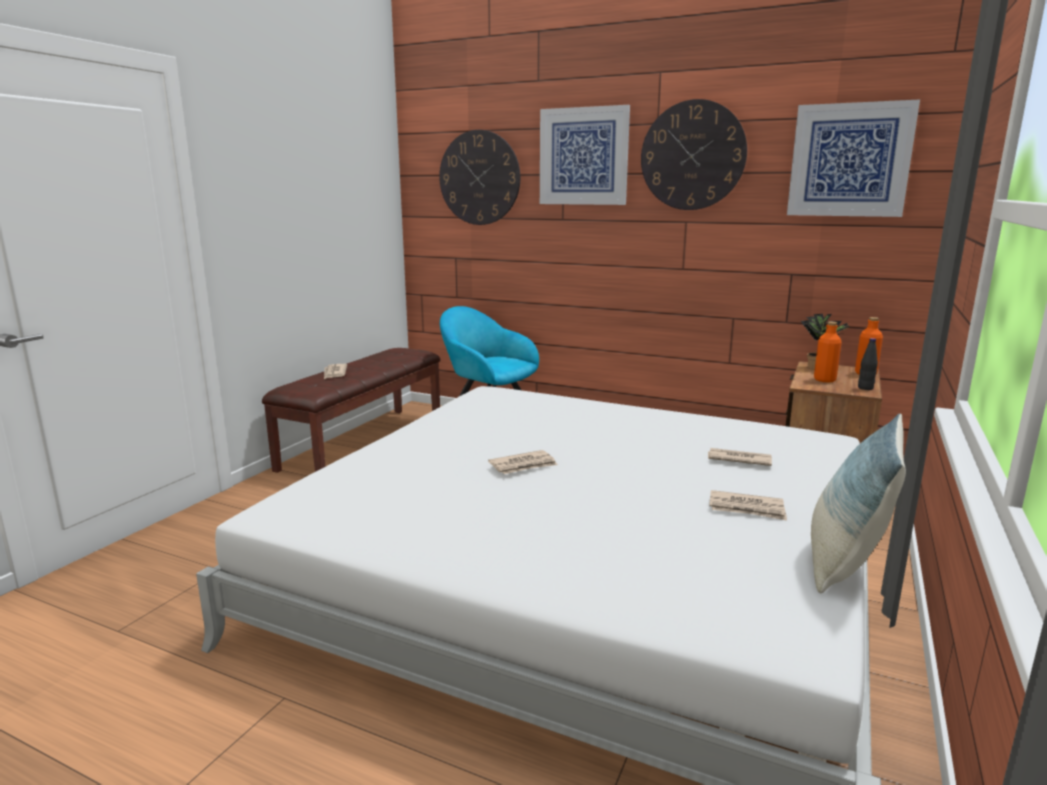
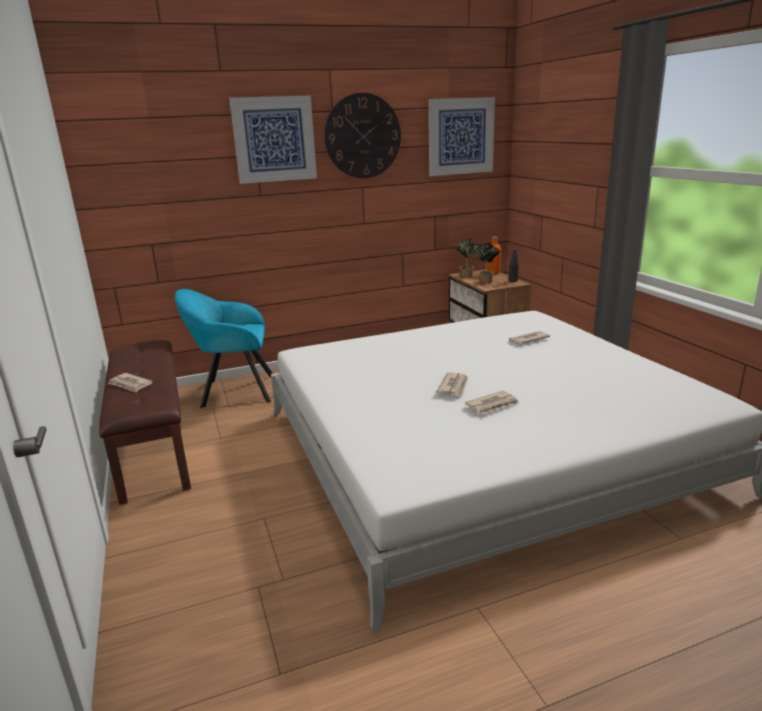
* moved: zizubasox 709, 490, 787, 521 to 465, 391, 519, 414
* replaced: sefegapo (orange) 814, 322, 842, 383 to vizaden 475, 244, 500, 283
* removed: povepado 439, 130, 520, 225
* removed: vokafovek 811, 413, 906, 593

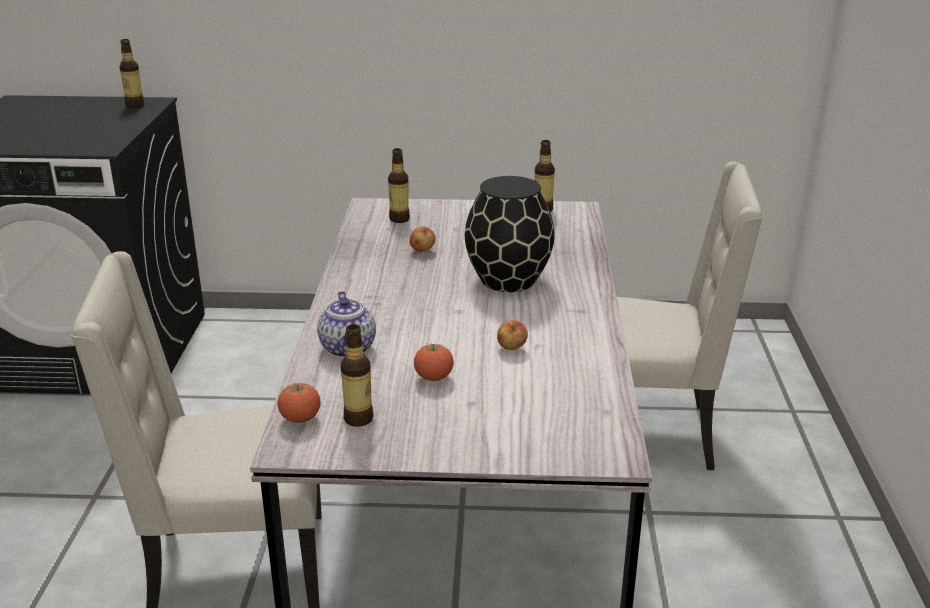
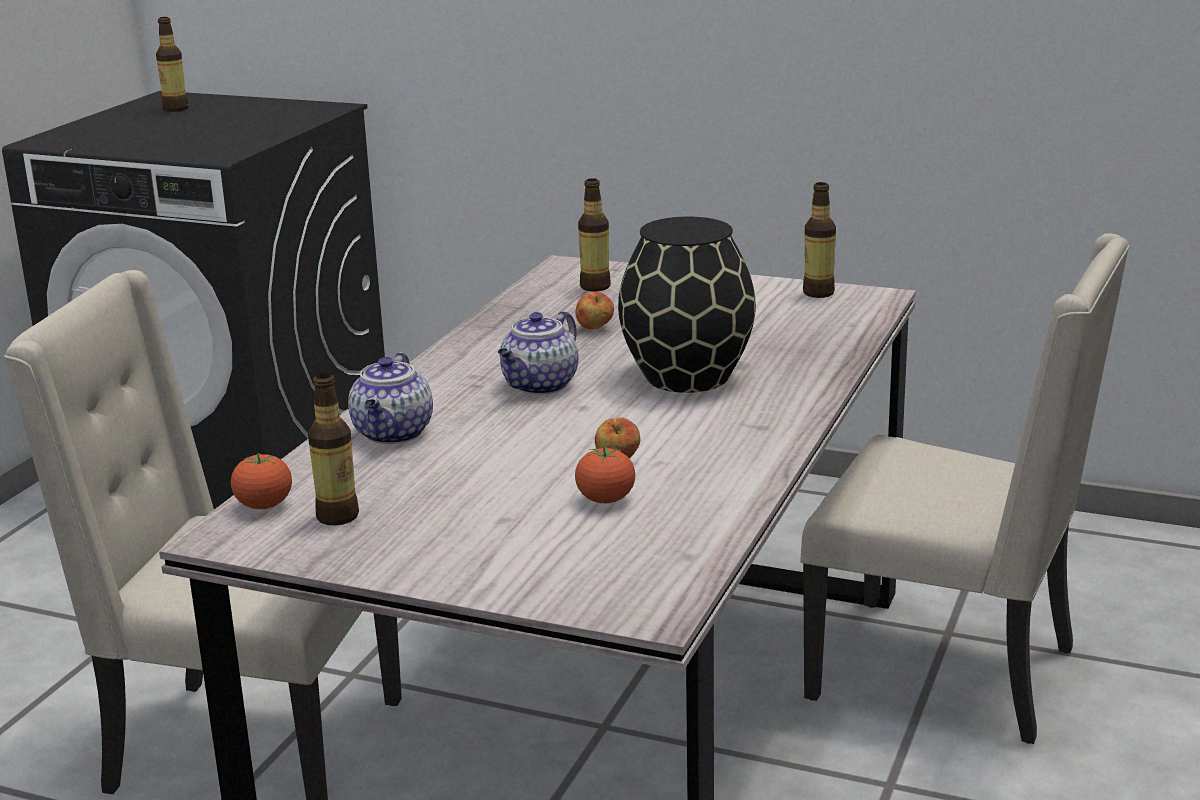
* moved: sefegapo 119, 39, 144, 108 to 156, 17, 189, 112
* added: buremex 498, 311, 579, 395
* moved: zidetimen 414, 343, 454, 381 to 575, 447, 635, 503

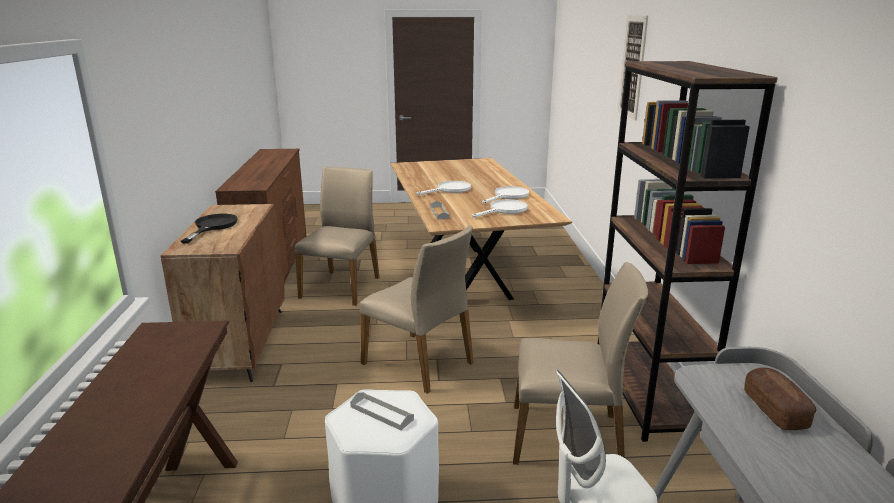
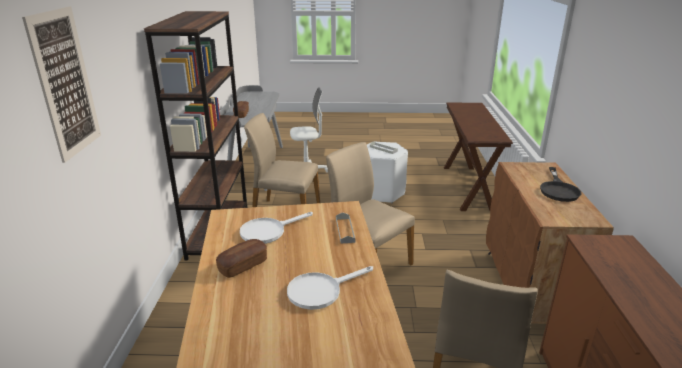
* replaced: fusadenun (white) 482, 186, 529, 204 to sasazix 216, 239, 267, 278

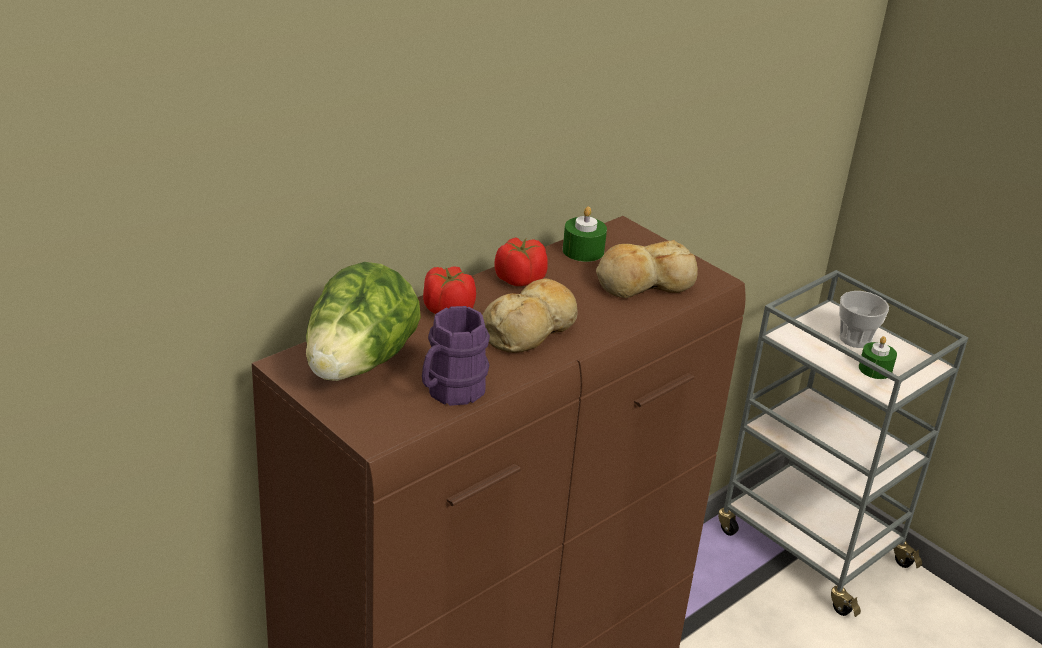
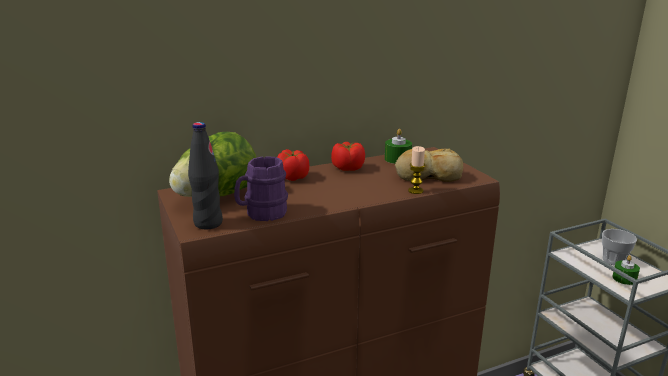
* added: sefegapo (black) 188, 122, 223, 229
* added: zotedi 408, 146, 425, 194
* removed: sasazix 483, 279, 578, 353

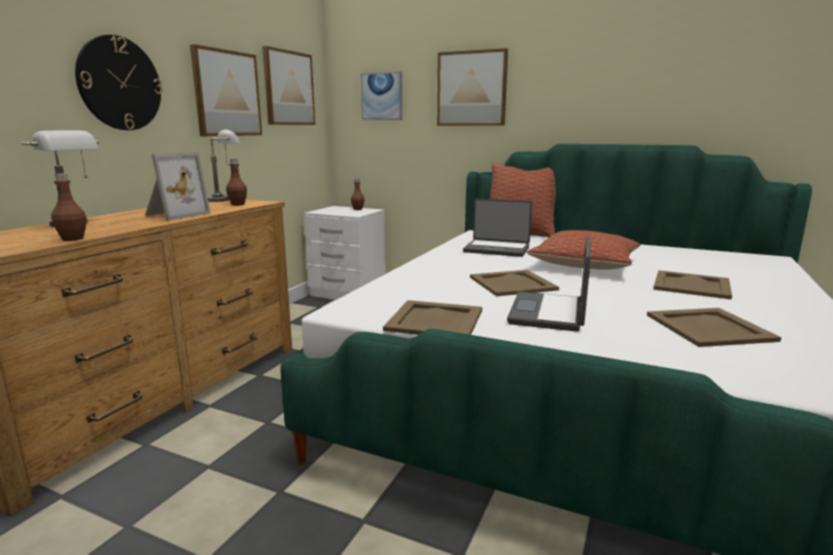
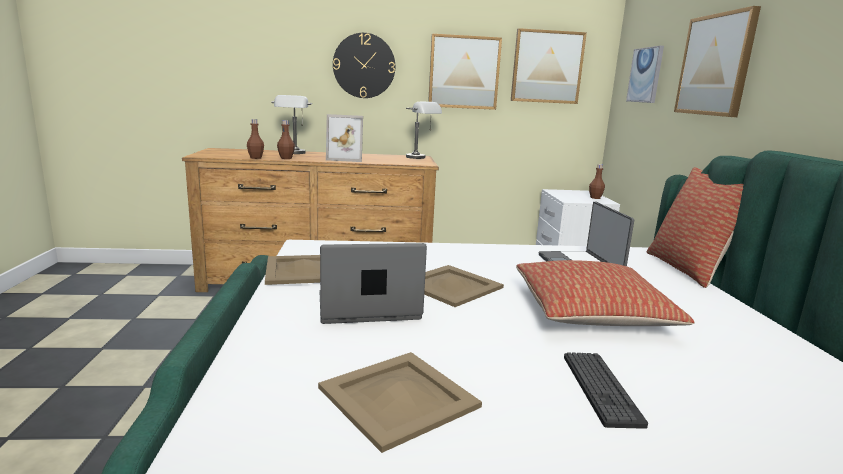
* moved: sefegapo (brown) 226, 159, 247, 206 to 277, 120, 295, 159
* replaced: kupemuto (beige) 653, 270, 732, 300 to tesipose 564, 352, 648, 429

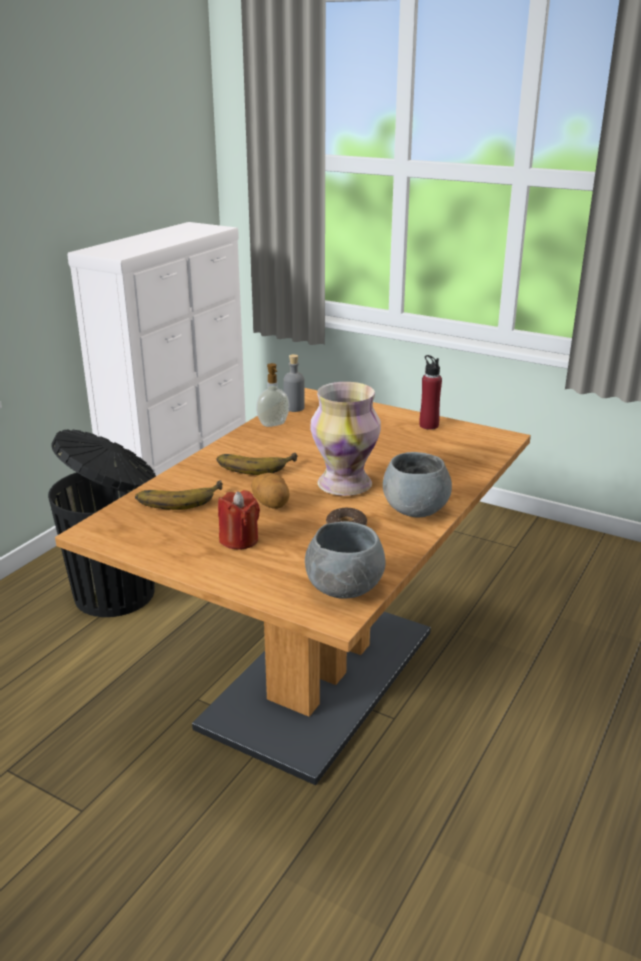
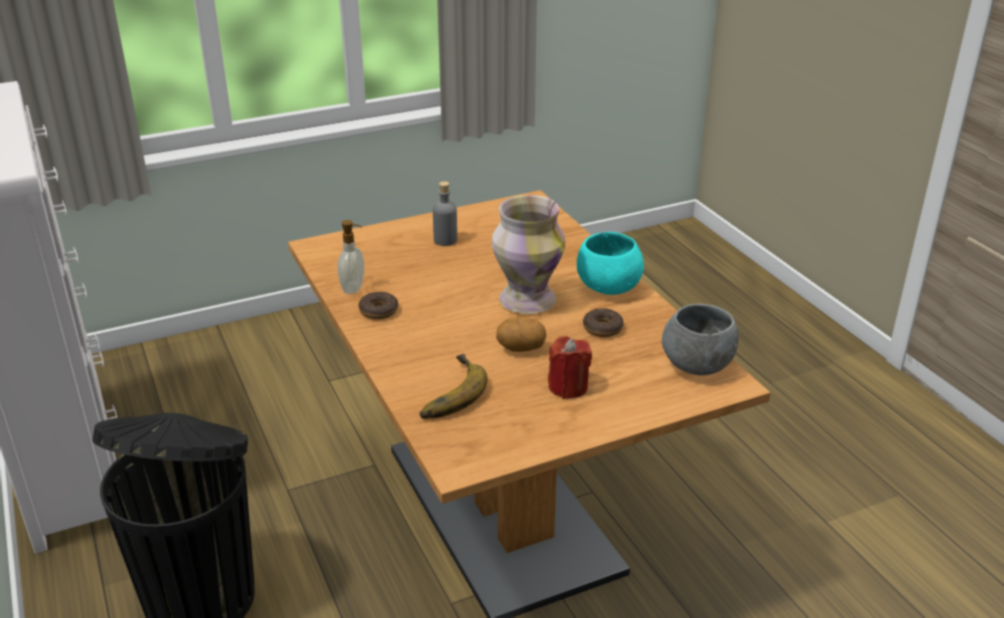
* added: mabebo 359, 292, 398, 319
* moved: sefegapo (grey) 284, 354, 305, 412 to 433, 181, 457, 246
* recoloured: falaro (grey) 383, 452, 452, 517 to falaro (turquoise) 577, 232, 644, 295
* removed: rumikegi 216, 453, 298, 475
* removed: sefegapo (red) 419, 355, 442, 430

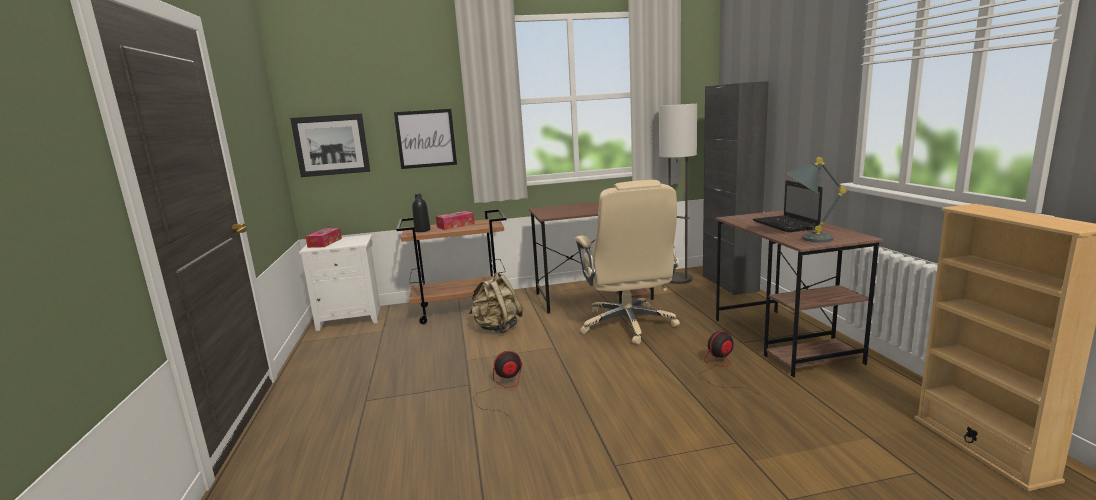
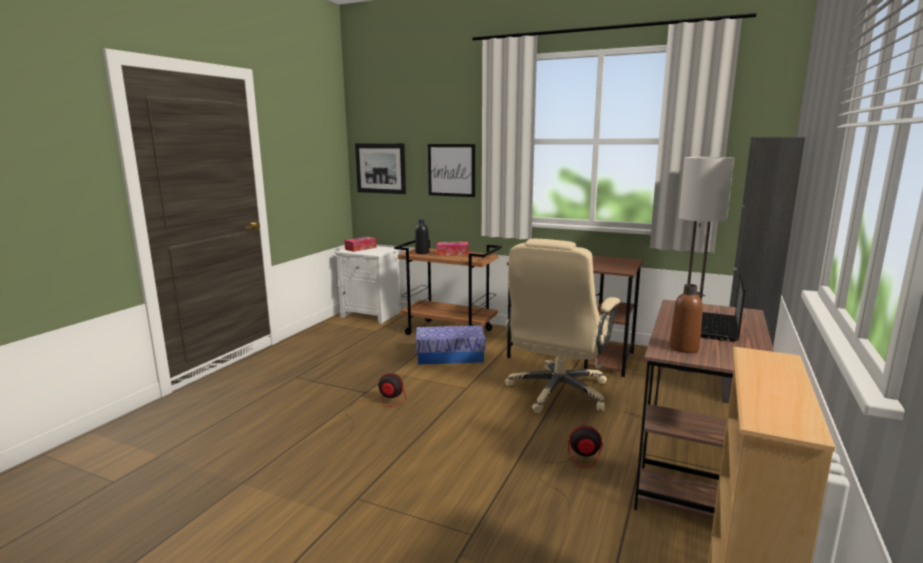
* replaced: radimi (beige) 469, 272, 523, 334 to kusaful 416, 325, 486, 365
* replaced: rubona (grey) 786, 157, 847, 243 to sefegapo (brown) 669, 284, 703, 353

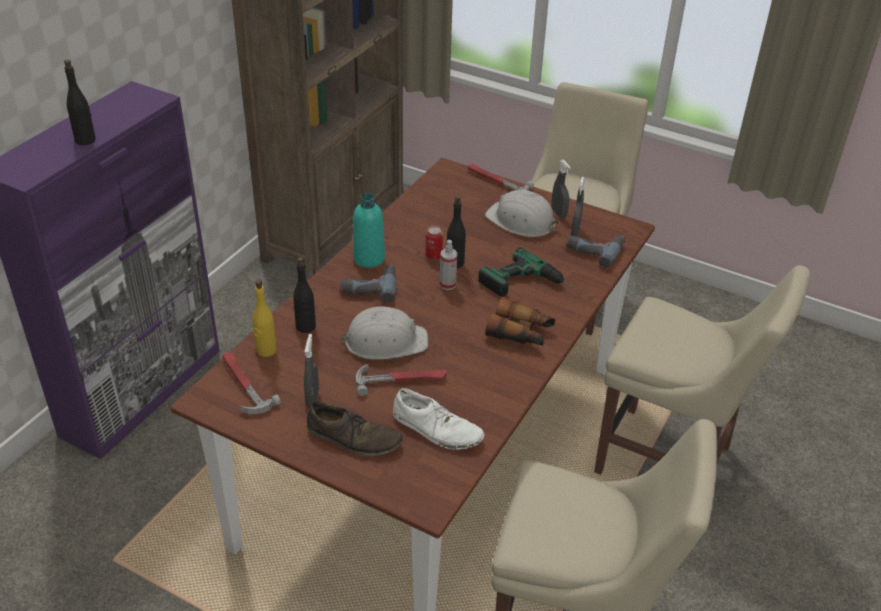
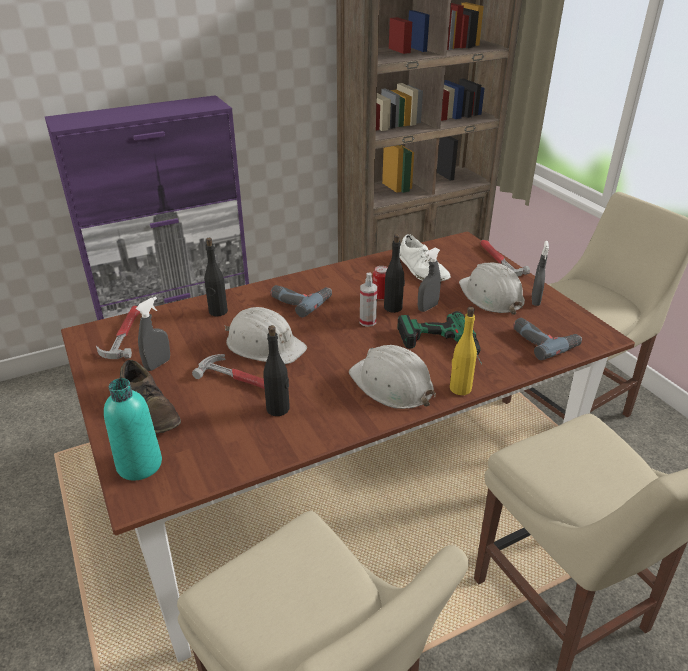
* moved: sefegapo (turquoise) 353, 193, 385, 268 to 104, 378, 162, 480
* moved: sefegapo (black) 64, 60, 96, 145 to 263, 325, 290, 416
* replaced: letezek 485, 297, 555, 346 to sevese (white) 349, 345, 436, 409
* moved: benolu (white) 393, 388, 484, 450 to 400, 234, 451, 281
* moved: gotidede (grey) 571, 177, 585, 236 to 418, 247, 441, 312
* moved: sefegapo (yellow) 252, 280, 277, 357 to 450, 307, 477, 395

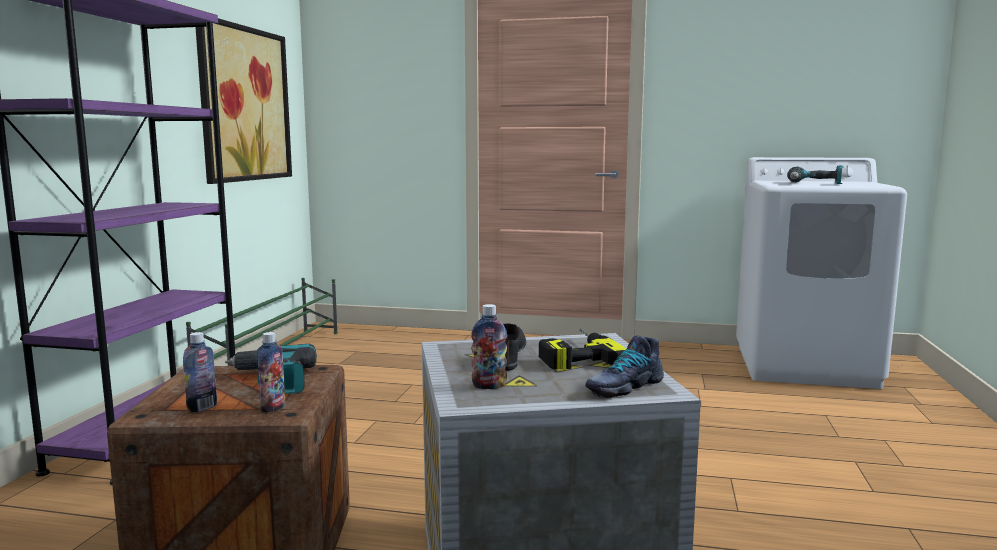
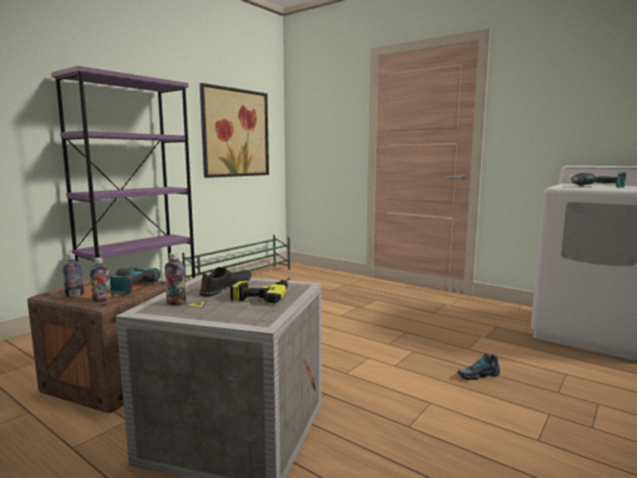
* moved: benolu 585, 335, 664, 398 to 457, 353, 500, 380

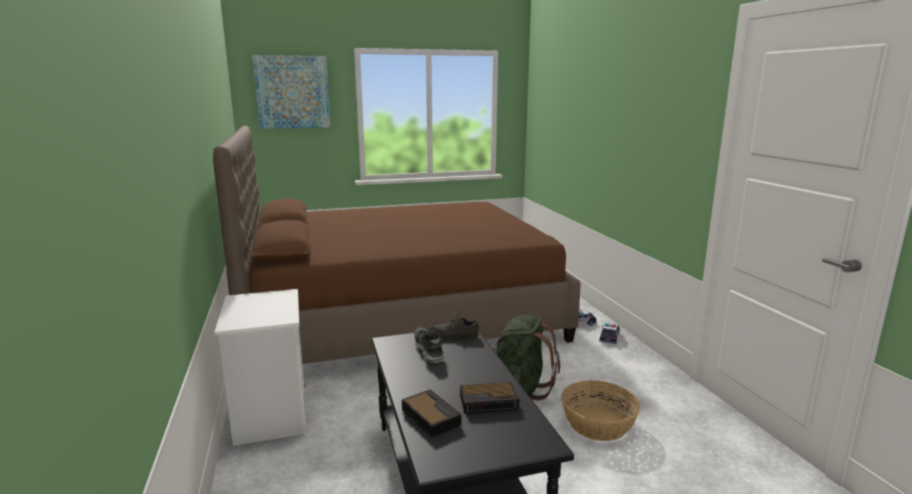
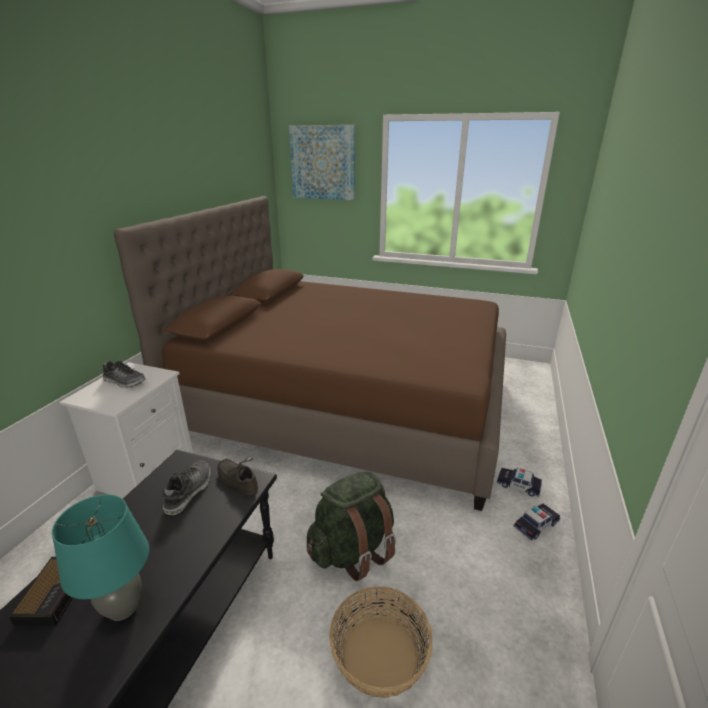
* replaced: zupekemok 460, 382, 520, 414 to rubona (turquoise) 52, 494, 149, 621
* added: benolu 103, 361, 146, 388

